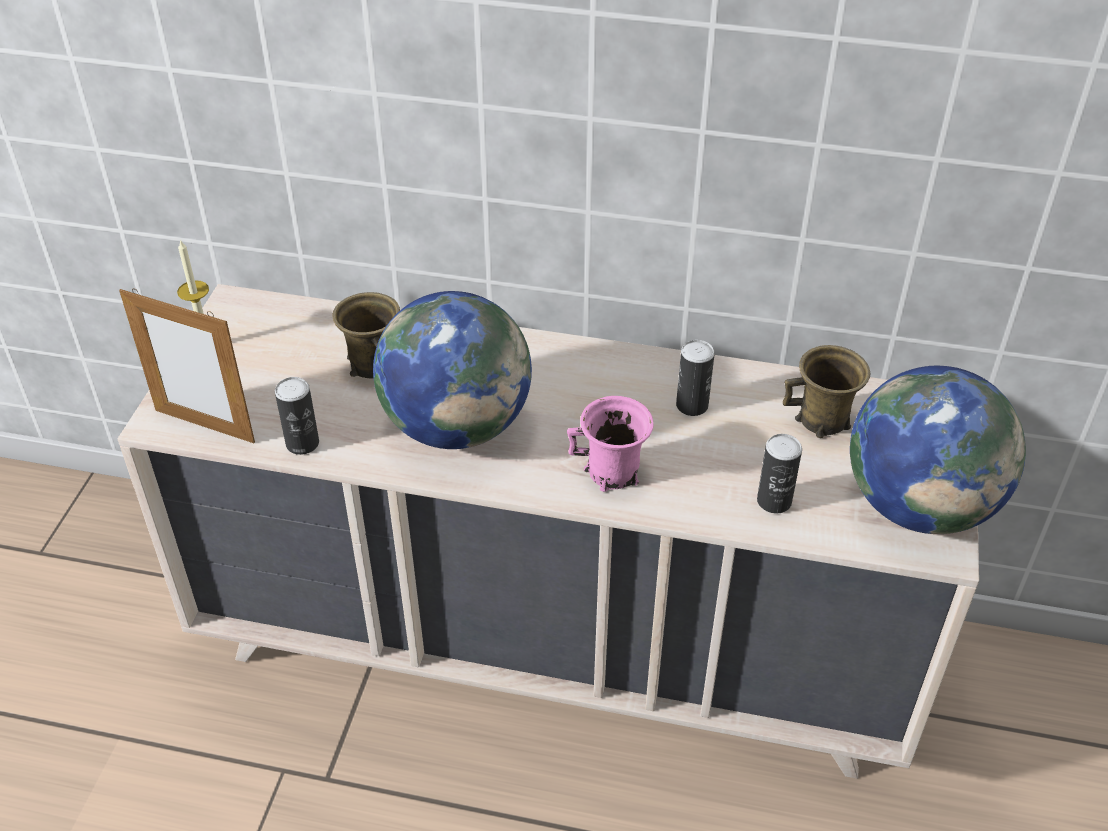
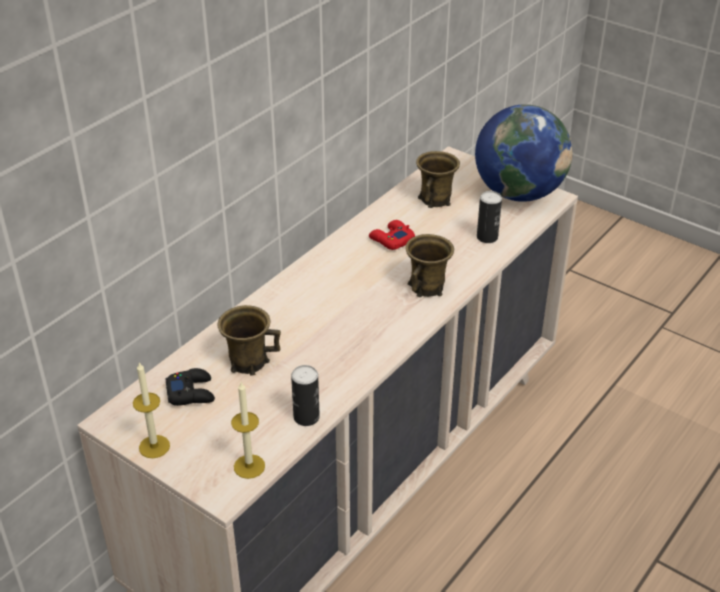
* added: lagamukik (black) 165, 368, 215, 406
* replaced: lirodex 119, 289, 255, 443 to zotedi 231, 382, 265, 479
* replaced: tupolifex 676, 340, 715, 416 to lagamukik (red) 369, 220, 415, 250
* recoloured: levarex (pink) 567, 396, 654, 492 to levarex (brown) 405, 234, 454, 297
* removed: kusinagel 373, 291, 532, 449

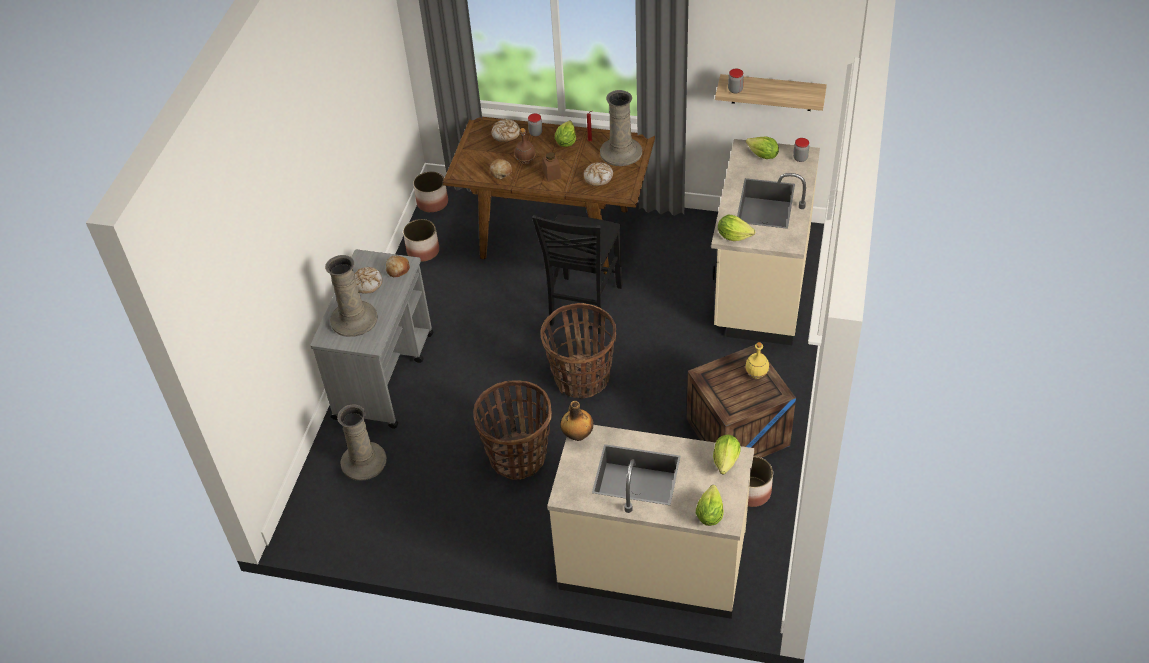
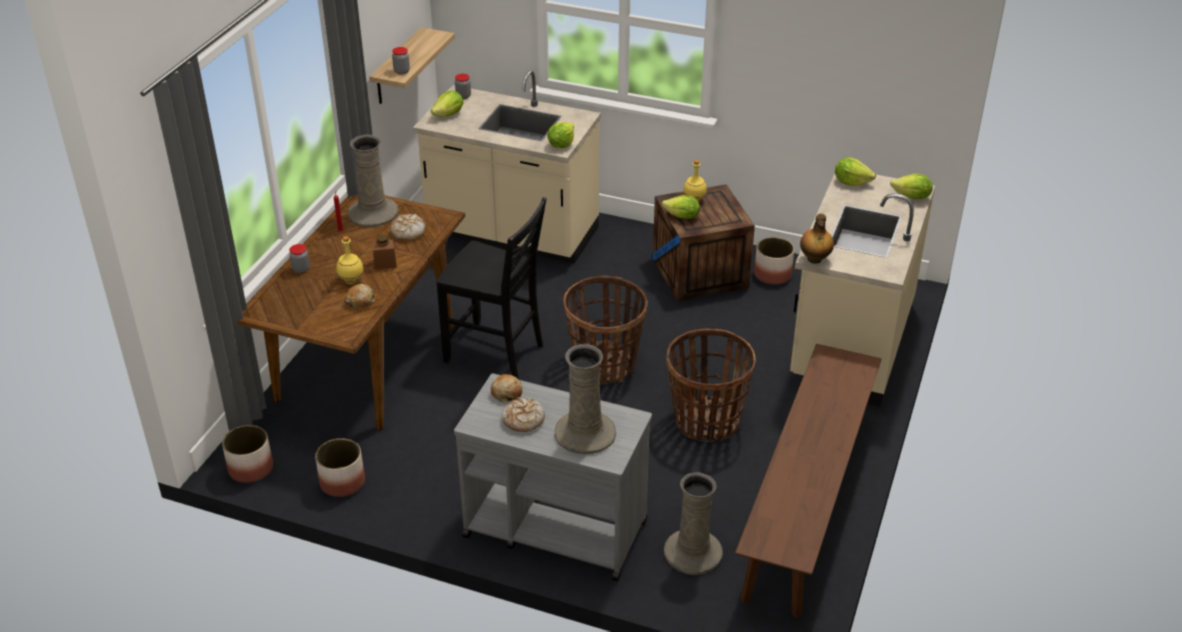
* recoloured: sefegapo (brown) 515, 128, 536, 165 to sefegapo (yellow) 336, 236, 364, 284
* moved: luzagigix 555, 120, 576, 147 to 662, 195, 700, 219
* added: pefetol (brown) 735, 344, 881, 619
* removed: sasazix 492, 118, 520, 142

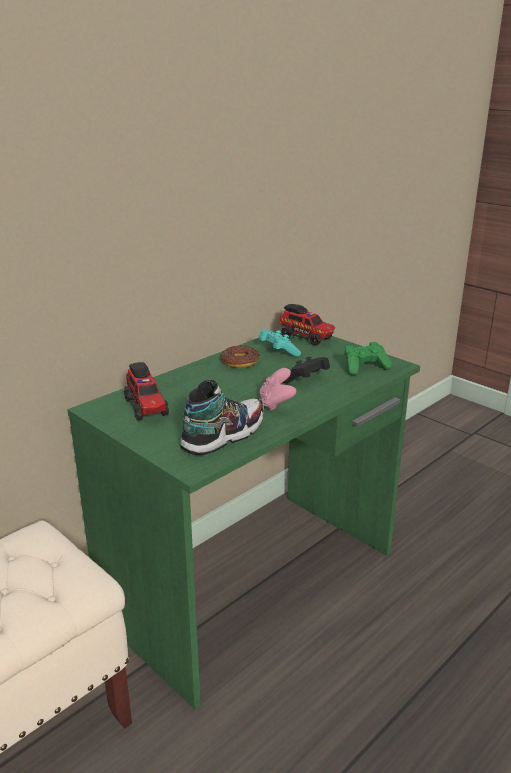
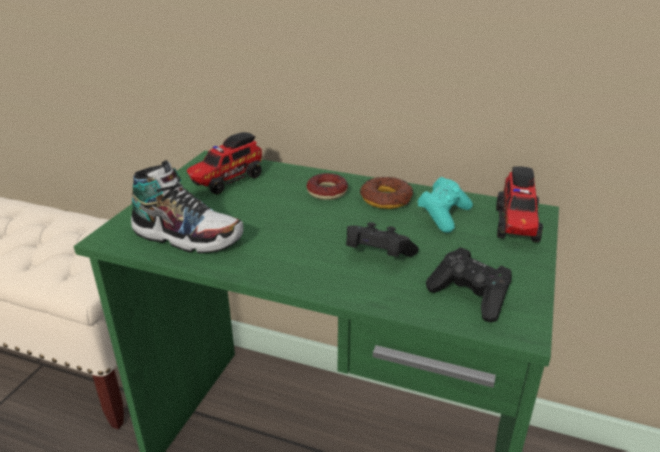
* added: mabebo 307, 173, 348, 200
* recoloured: lagamukik (green) 344, 342, 392, 375 to lagamukik (black) 426, 247, 512, 322
* removed: lagamukik (pink) 259, 368, 296, 411

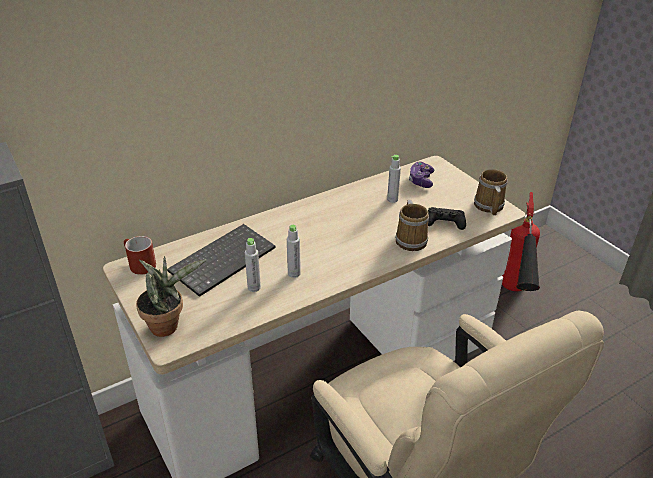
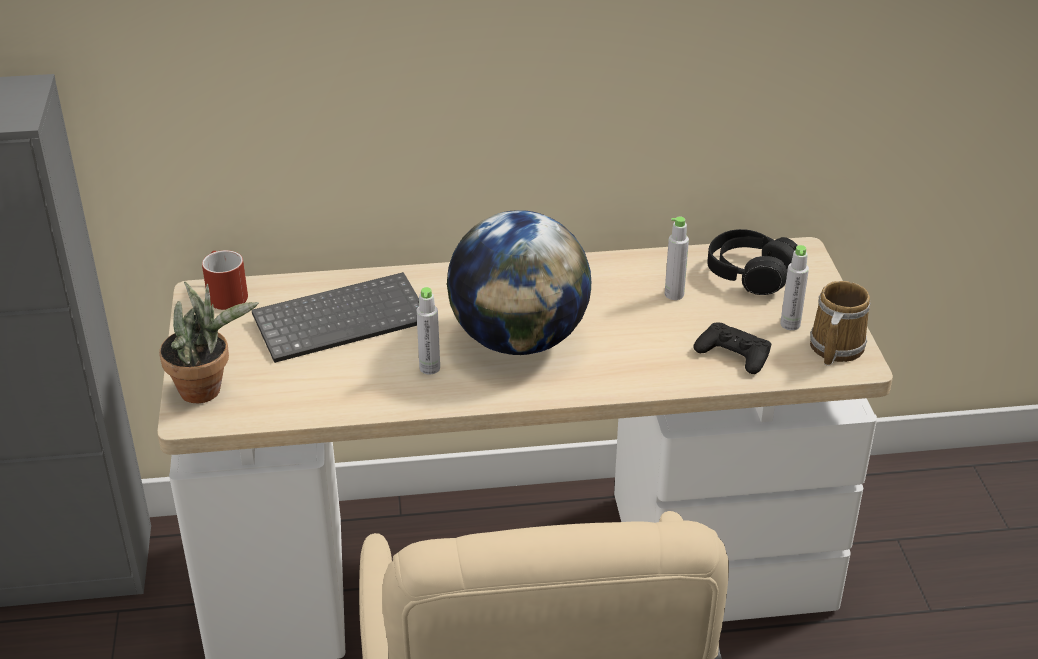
* added: kusinagel 447, 210, 591, 355
* replaced: lagamukik 409, 162, 434, 188 to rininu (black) 707, 229, 798, 295
* moved: sefegapo (grey) 245, 238, 261, 292 to 780, 245, 809, 330
* removed: levarex 395, 200, 429, 251
* removed: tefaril 502, 192, 540, 291

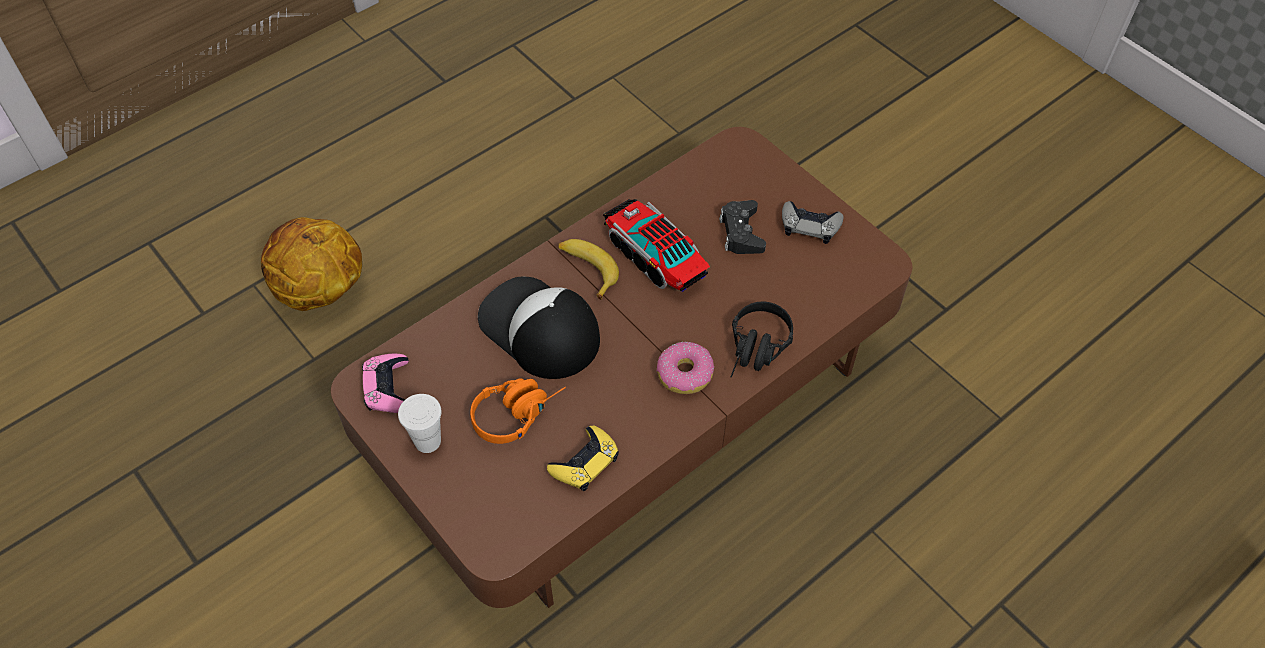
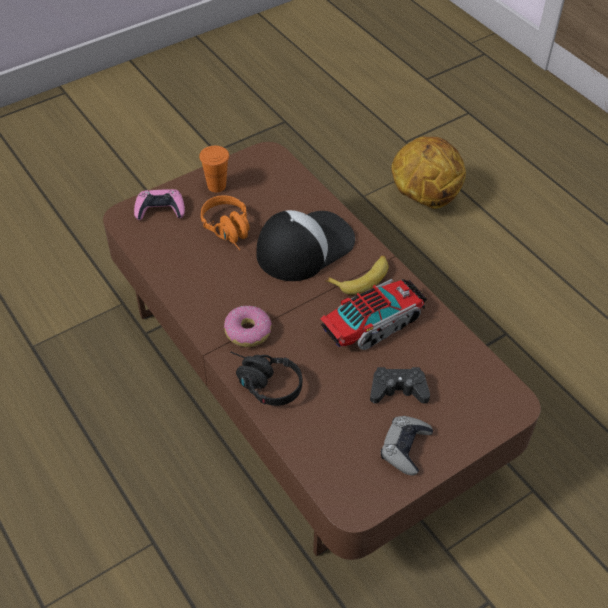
* moved: lagamukik (pink) 362, 354, 409, 413 to 134, 189, 185, 220
* recoloured: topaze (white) 398, 394, 442, 453 to topaze (orange) 199, 146, 229, 192
* removed: lagamukik (yellow) 547, 426, 619, 491

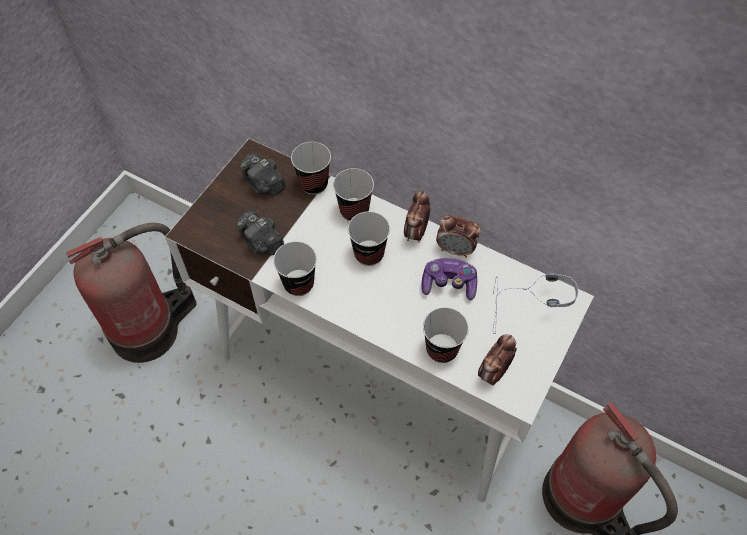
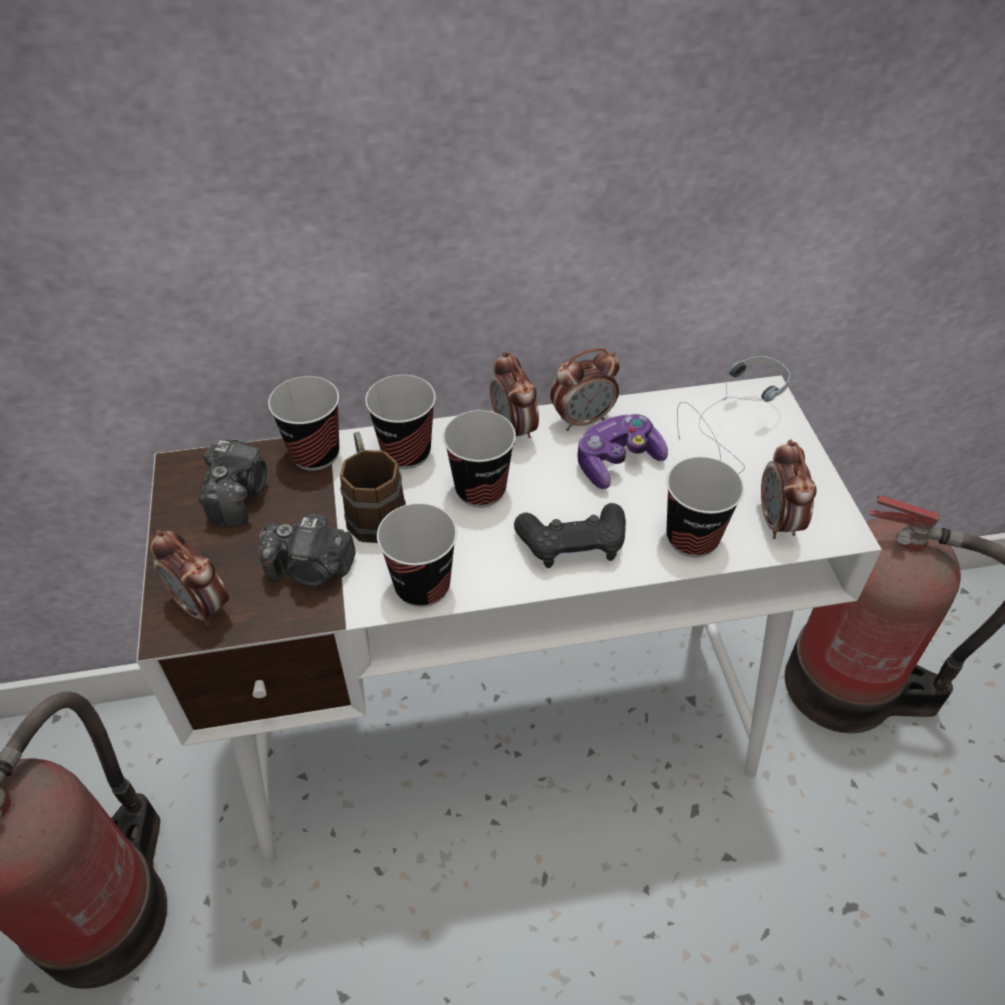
* added: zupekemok 151, 530, 229, 626
* turned: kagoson 240, 153, 286, 196 = 198, 439, 267, 527 90 degrees counterclockwise
* added: levarex (brown) 340, 432, 406, 543
* added: lagamukik (black) 514, 503, 626, 568

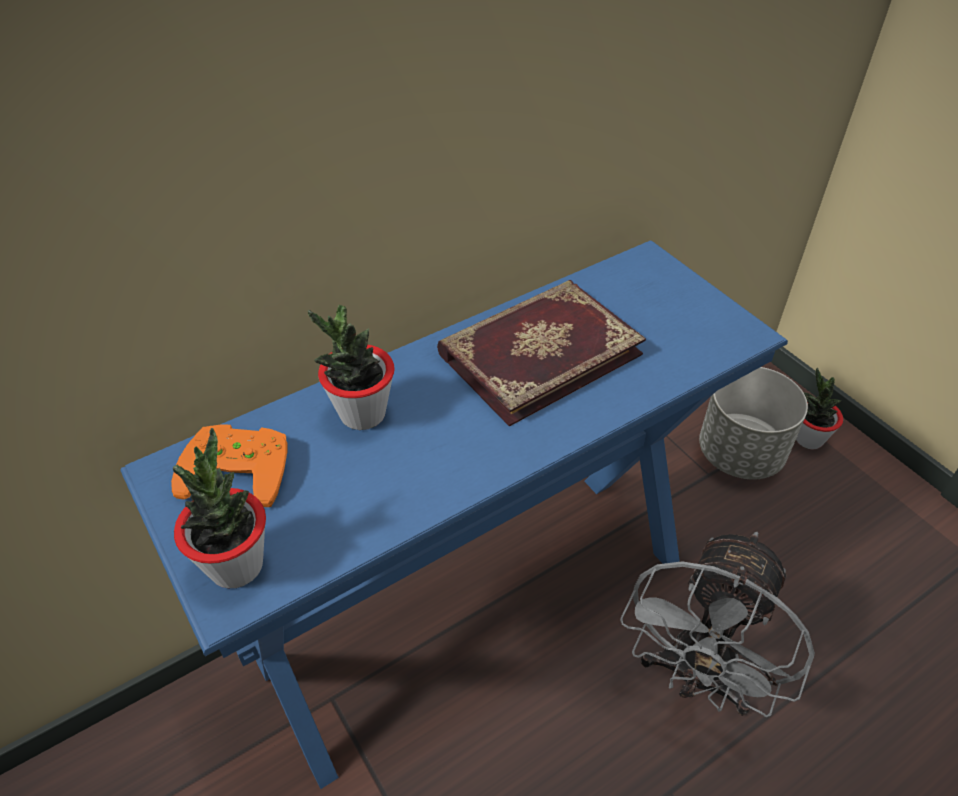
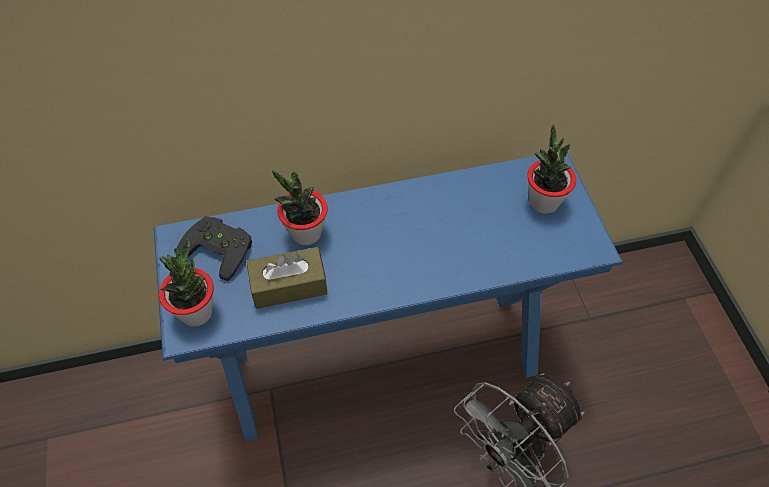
* recoloured: lagamukik (orange) 171, 424, 288, 507 to lagamukik (black) 176, 216, 252, 281
* added: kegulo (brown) 246, 247, 328, 309
* moved: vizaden 796, 368, 843, 450 to 527, 125, 576, 214
* removed: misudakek 437, 280, 646, 427
* removed: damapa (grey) 699, 367, 808, 480

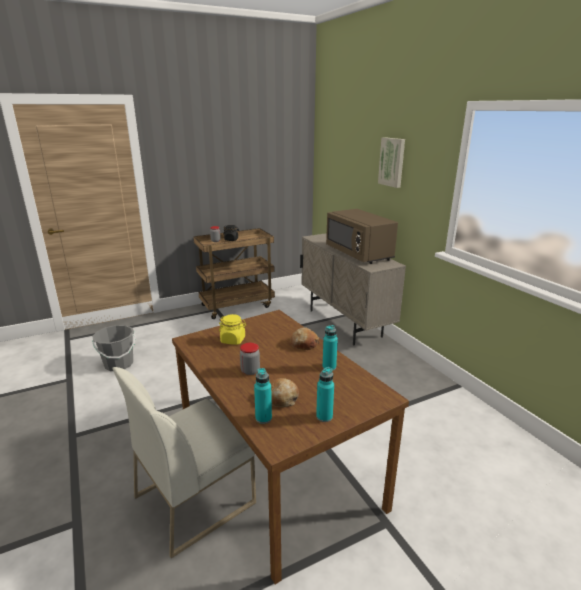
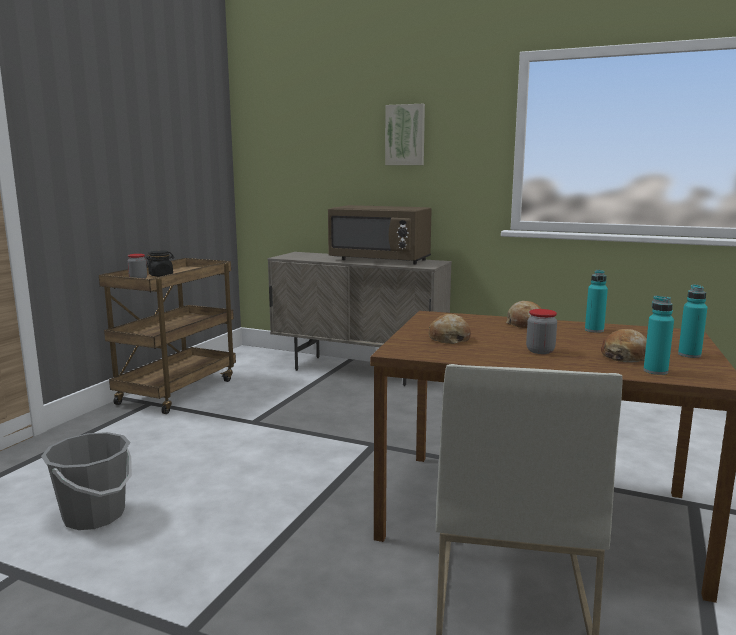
* replaced: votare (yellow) 219, 314, 246, 345 to sasazix 429, 314, 471, 344

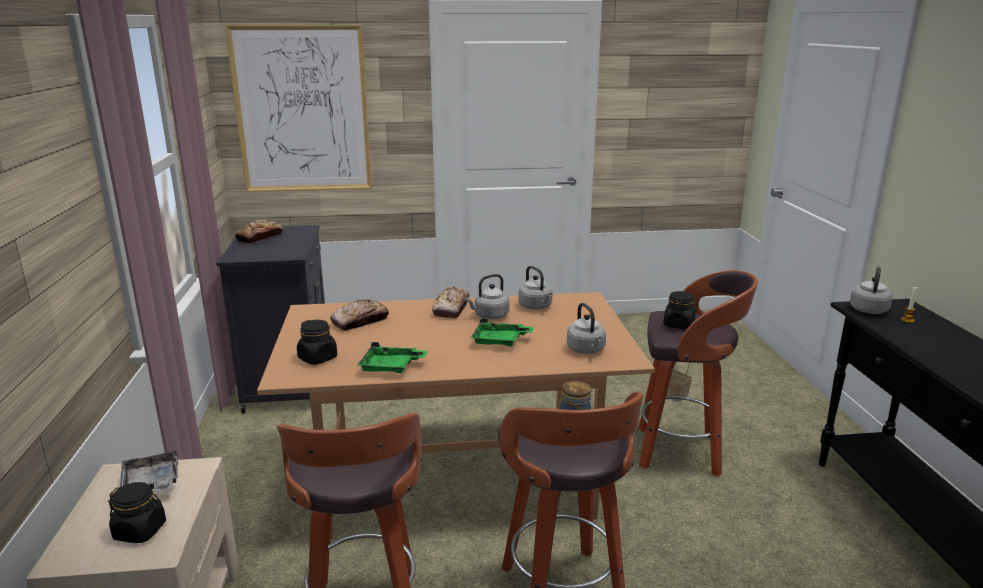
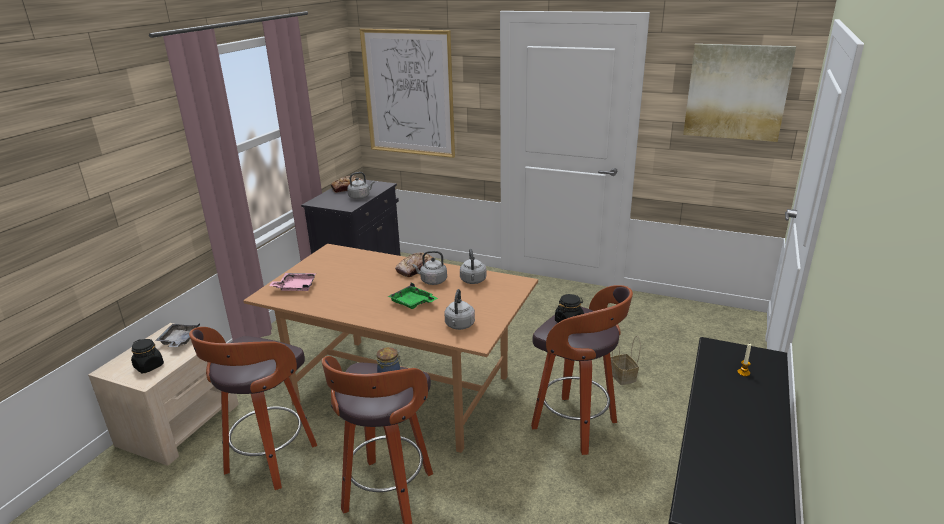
* replaced: votare (black) 297, 320, 337, 365 to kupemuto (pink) 269, 273, 316, 291
* moved: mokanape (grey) 850, 266, 893, 314 to 347, 172, 374, 199
* added: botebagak 683, 44, 796, 142
* removed: sasazix 330, 299, 389, 331
* removed: kupemuto (green) 357, 342, 428, 373

